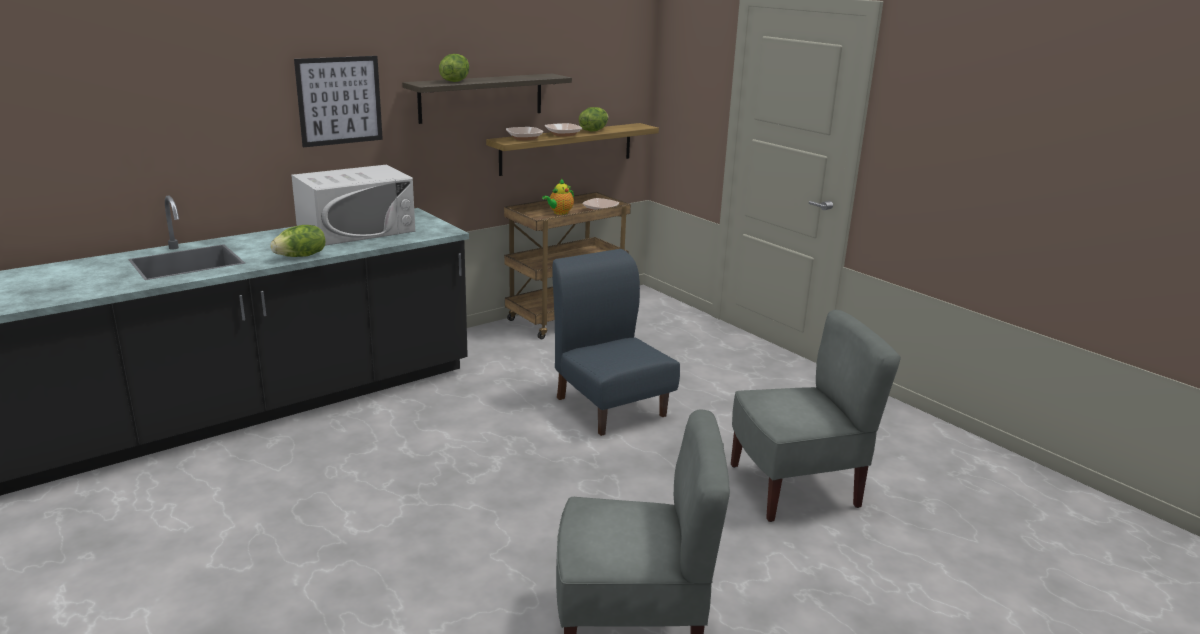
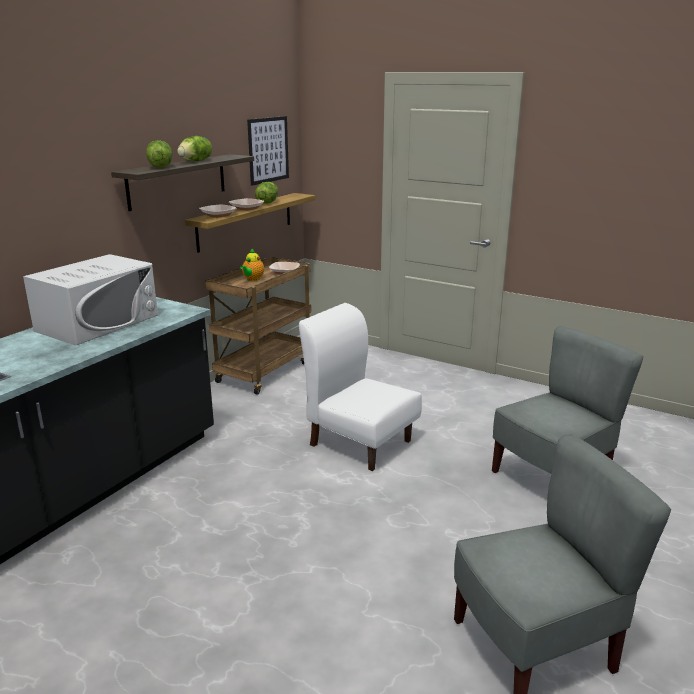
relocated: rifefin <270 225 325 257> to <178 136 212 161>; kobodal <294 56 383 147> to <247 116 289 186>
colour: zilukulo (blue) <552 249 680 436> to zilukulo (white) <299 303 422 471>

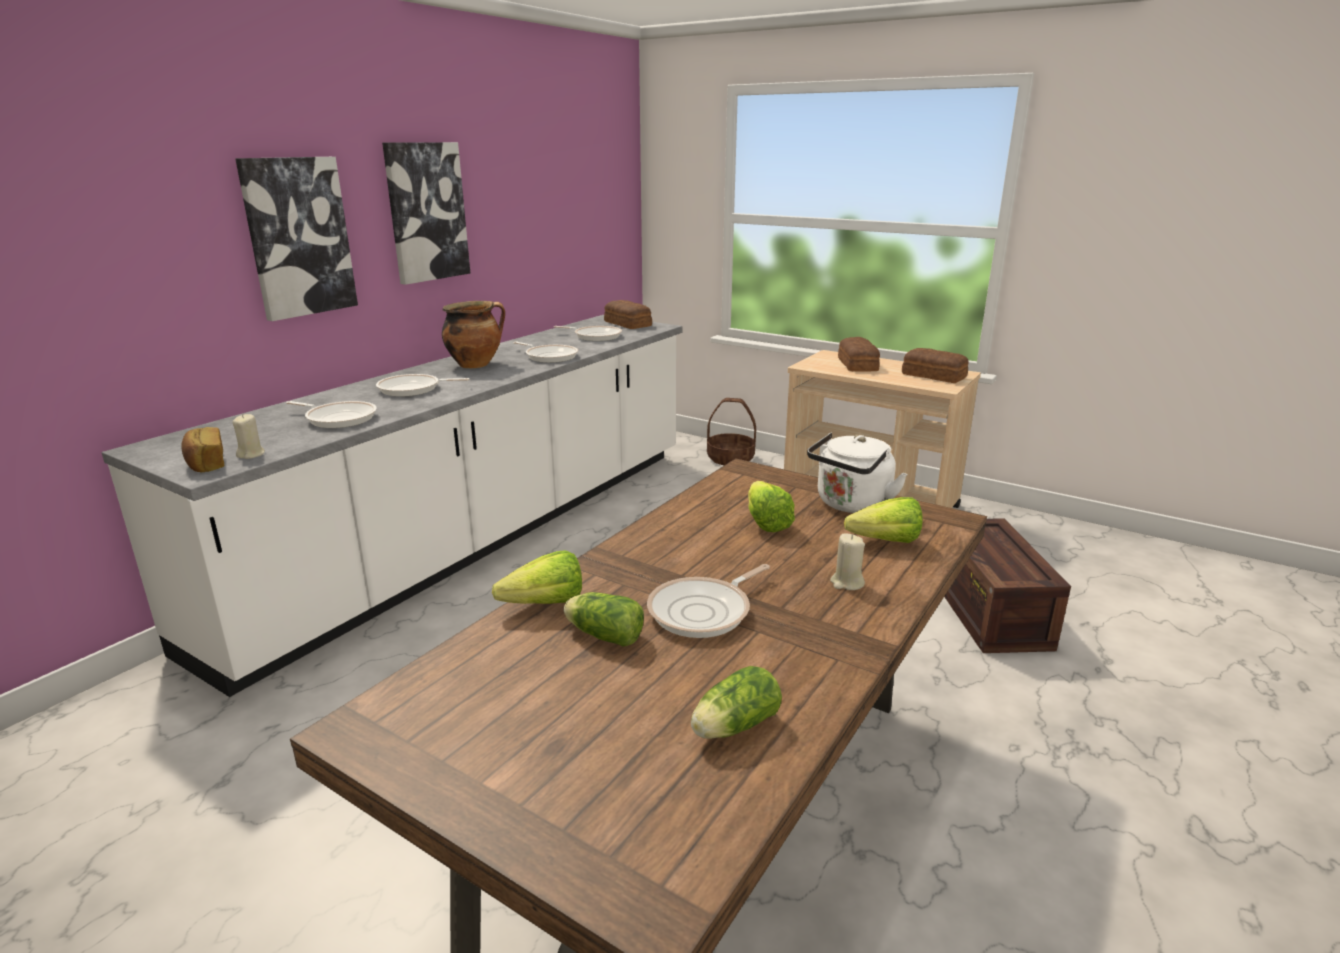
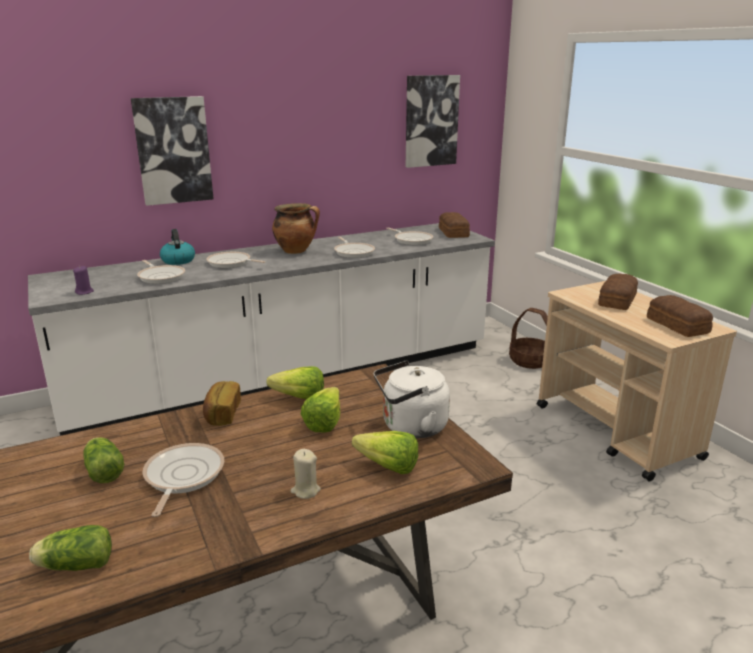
missing: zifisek <944 518 1071 653>
appeared: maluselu <160 229 195 265>
relocated: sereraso <181 427 224 472> to <203 381 241 426>; kobodal <382 142 470 285> to <406 75 460 168>; rifefin <492 550 582 604> to <267 366 324 399>
colour: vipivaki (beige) <232 414 265 459> to vipivaki (purple) <73 266 94 295>
spun: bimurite <647 564 770 638> = <143 443 224 517> 105 degrees clockwise

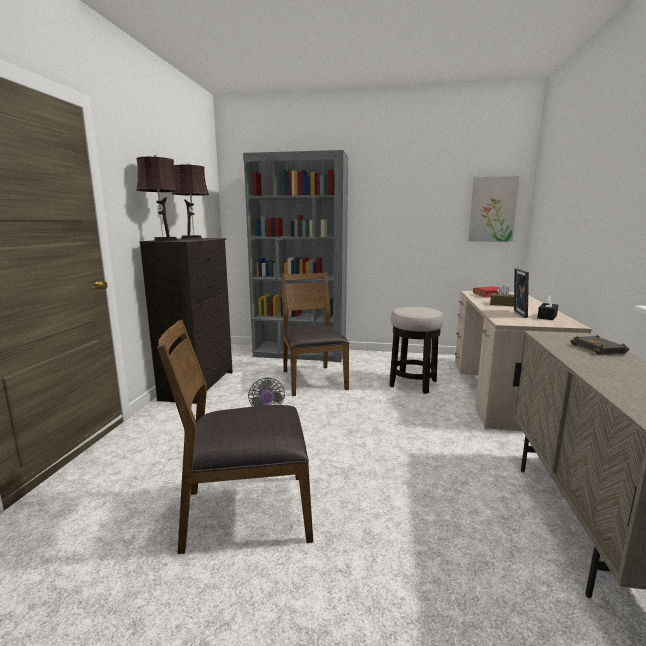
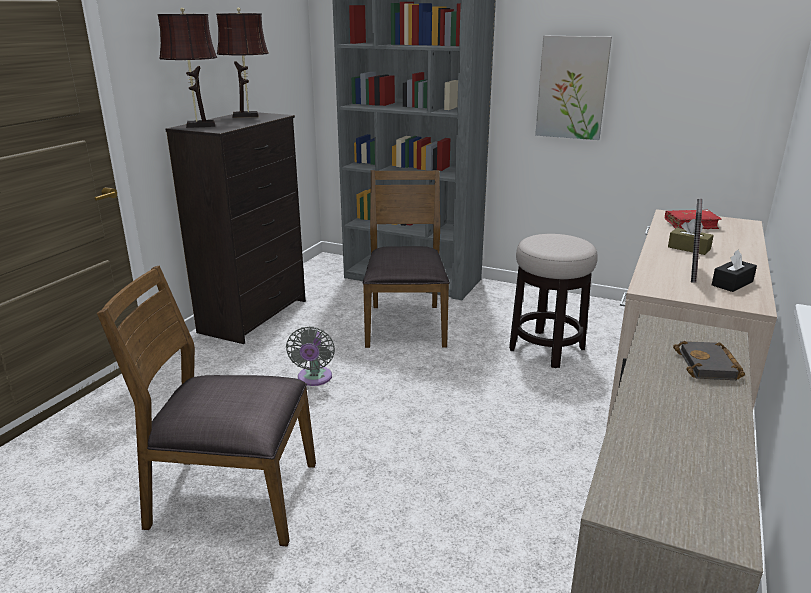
relocated: kobodal <468 176 520 242> to <535 36 612 140>

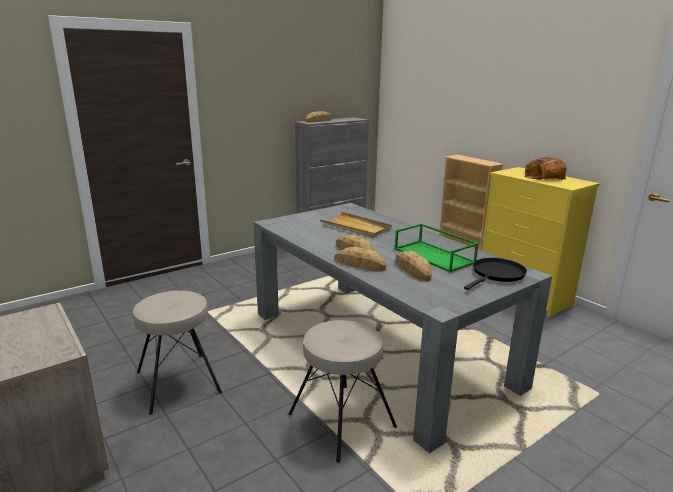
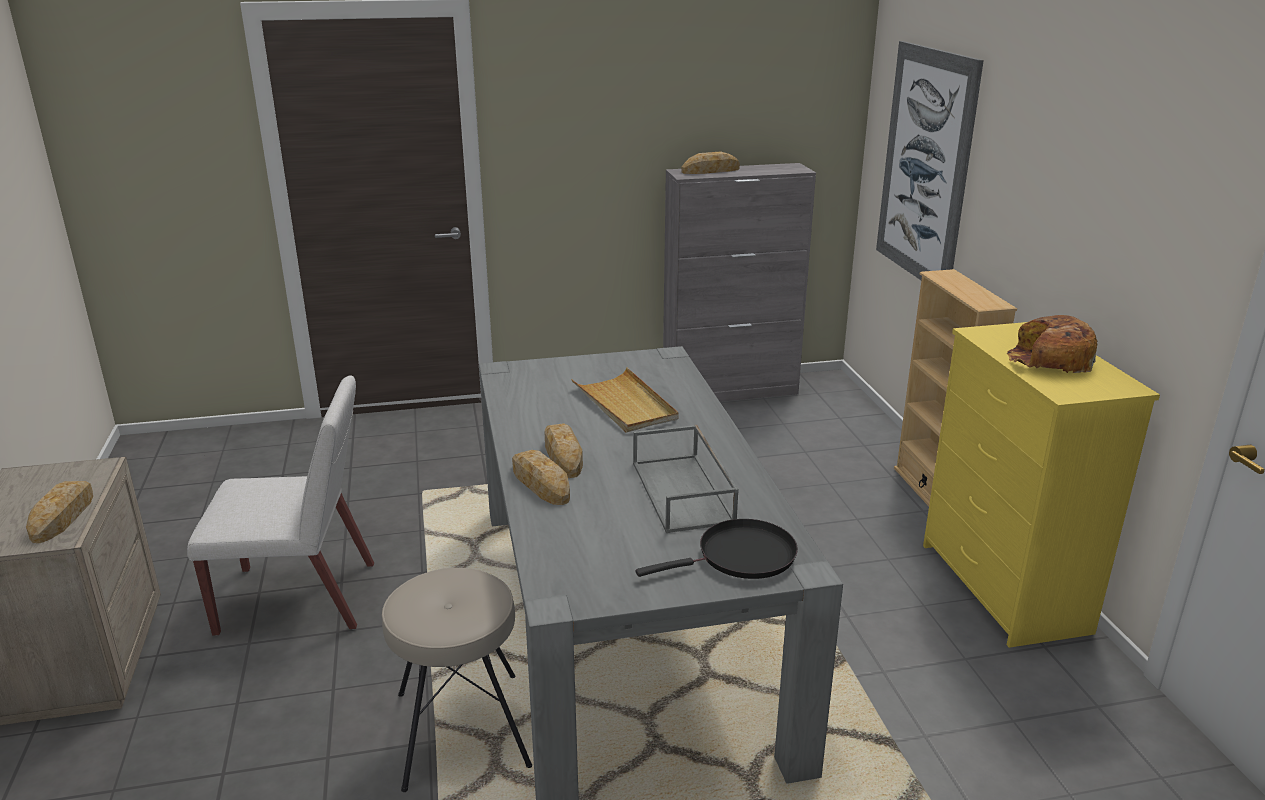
appeared: kobodal <876 41 984 280>
relocated: sereraso <396 251 432 281> to <26 481 93 543>
exchanged: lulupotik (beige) <133 291 222 414> to zilukulo (white) <187 376 374 636>
colour: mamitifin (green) <395 223 479 273> to mamitifin (grey) <633 425 739 533>

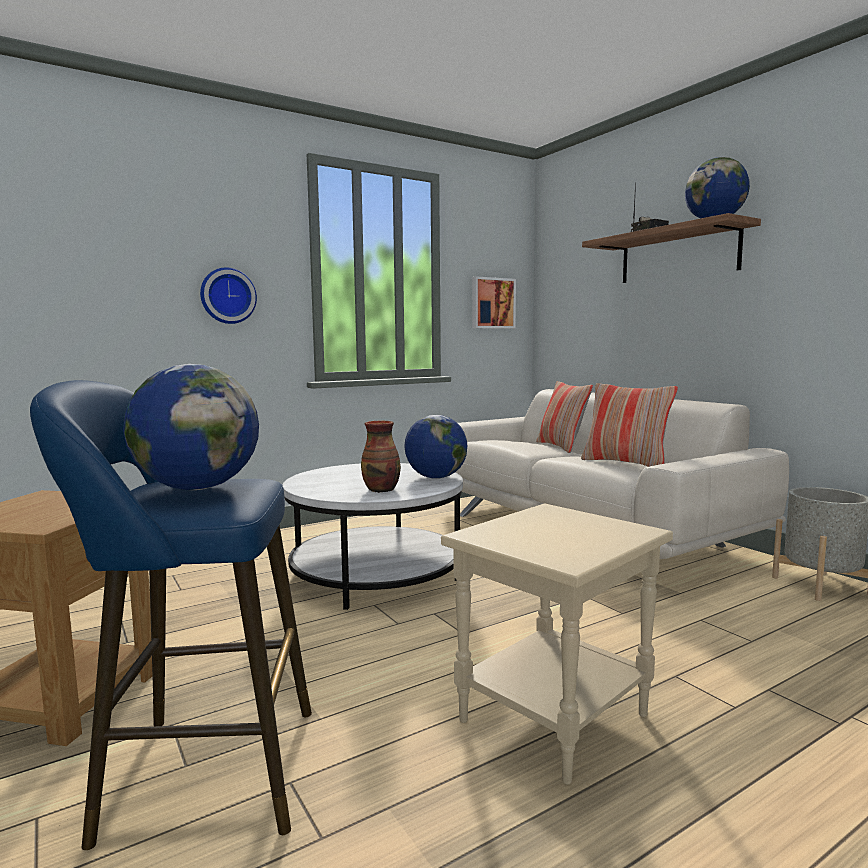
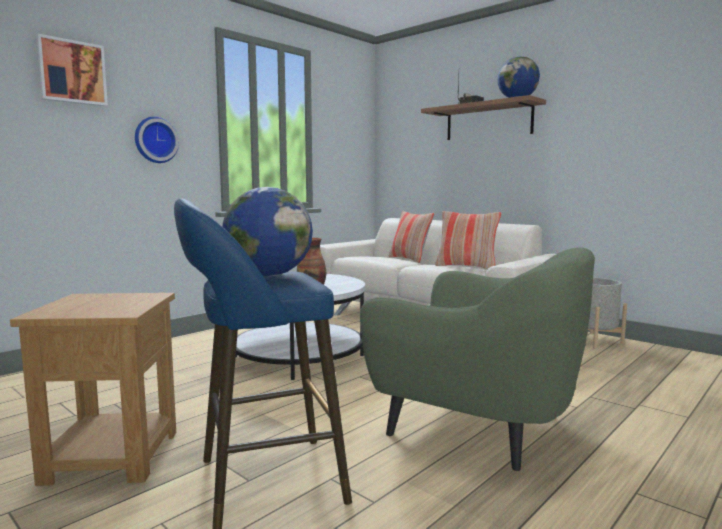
missing: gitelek <404 415 467 479>
relocated: kobodal <472 276 516 329> to <35 34 108 106>
exchanged: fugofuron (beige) <441 503 673 785> to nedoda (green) <360 247 595 471>

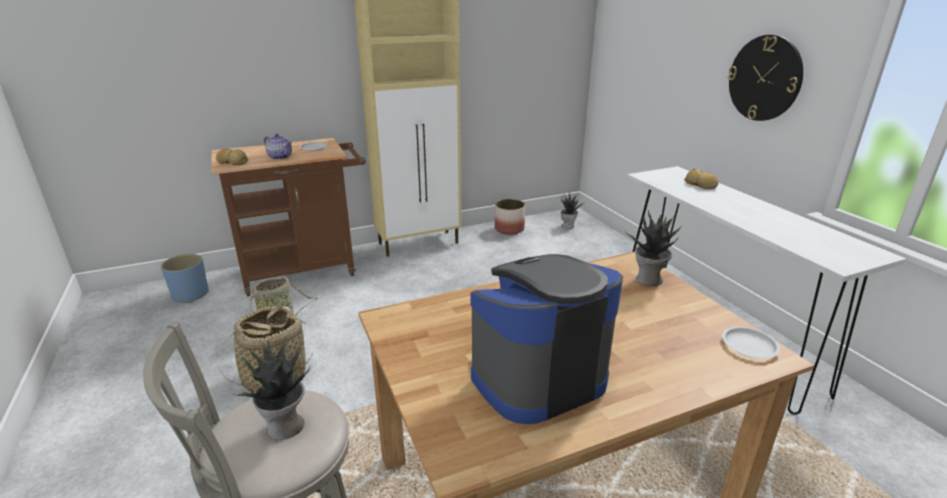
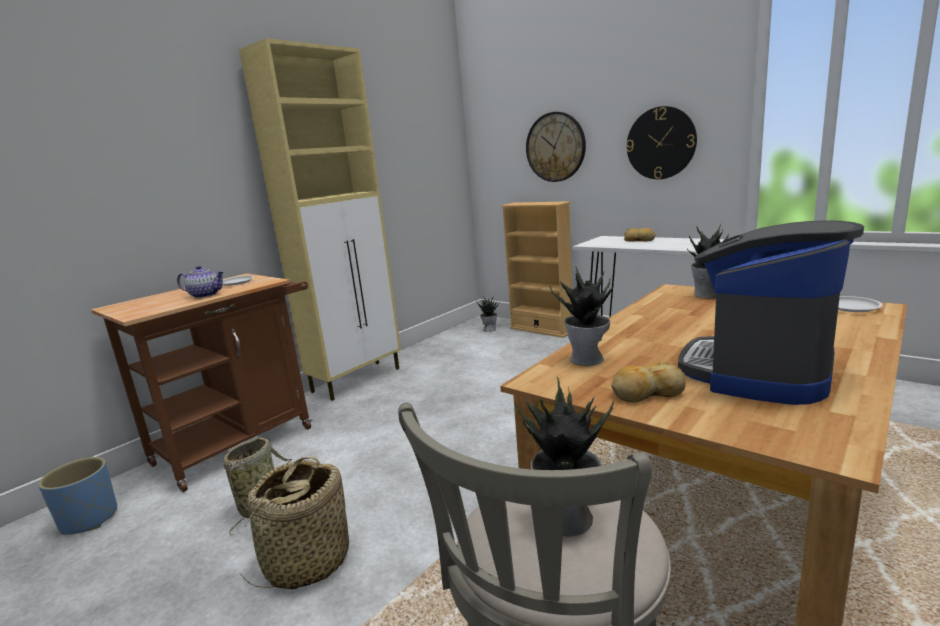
missing: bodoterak <495 199 525 235>
appeared: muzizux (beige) <501 201 572 338>; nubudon <526 112 586 182>; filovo <550 266 614 366>
relocated: sereraso <216 149 248 165> to <611 361 686 403>

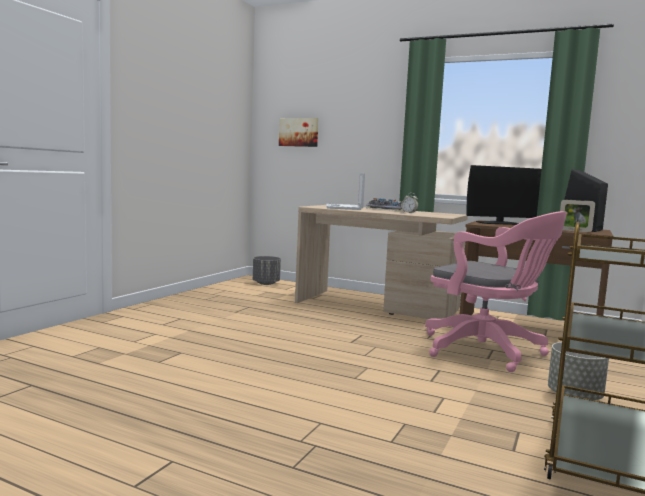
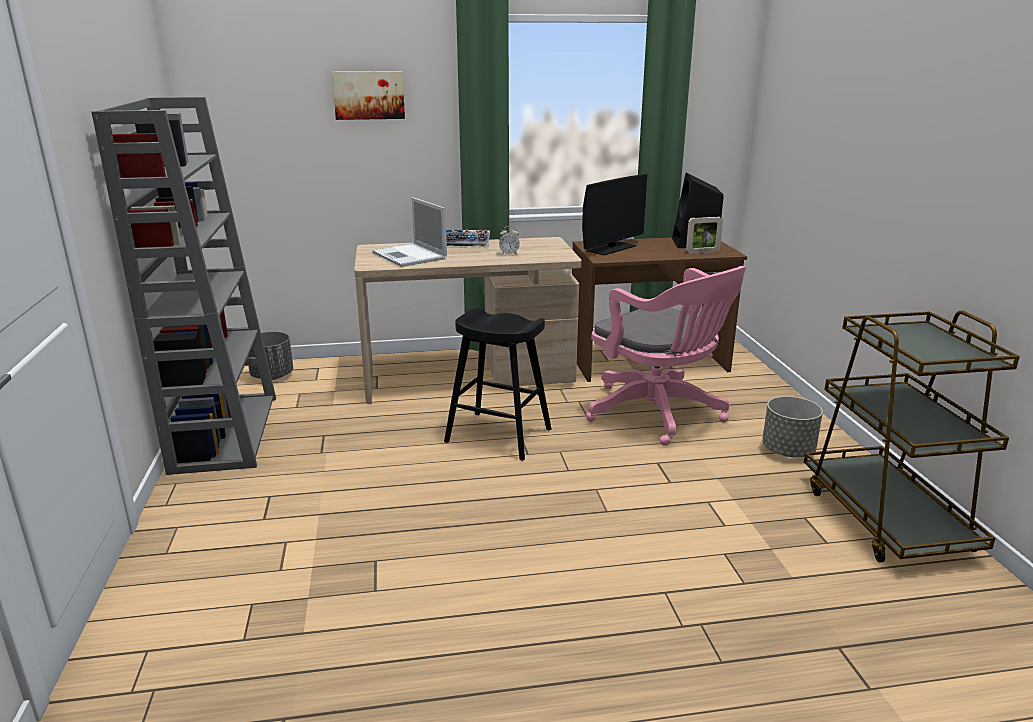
appeared: muzizux (grey) <91 97 276 475>; lulupotik (black) <444 308 551 461>
relocated: kobodal <279 118 319 147> to <332 71 405 120>
spun: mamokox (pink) <425 211 567 372> = <586 266 746 446> 45 degrees clockwise

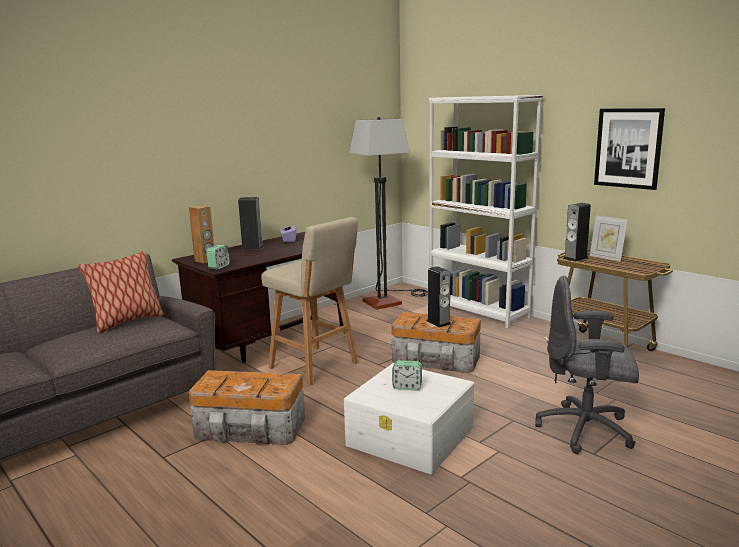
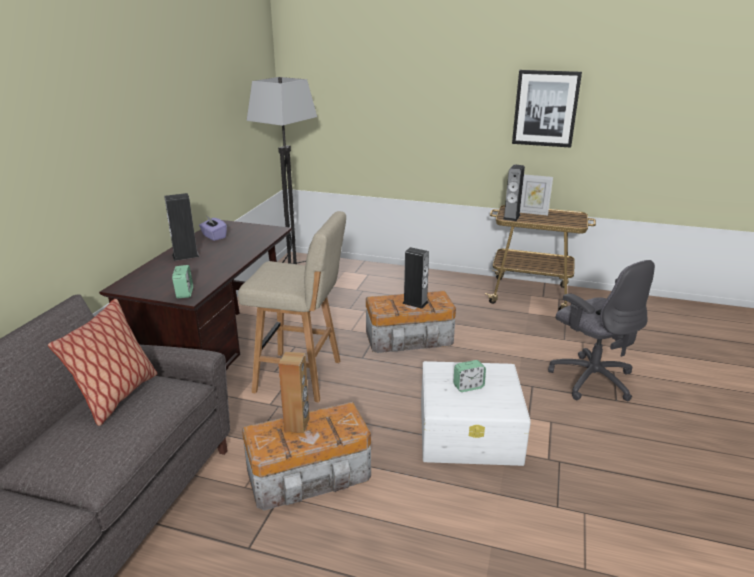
missing: muzizux (white) <429 95 543 329>
relocated: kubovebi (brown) <189 205 214 263> to <278 352 309 433>
spun: mamokox (grey) <535 276 639 454> = <548 260 655 402> 105 degrees counterclockwise

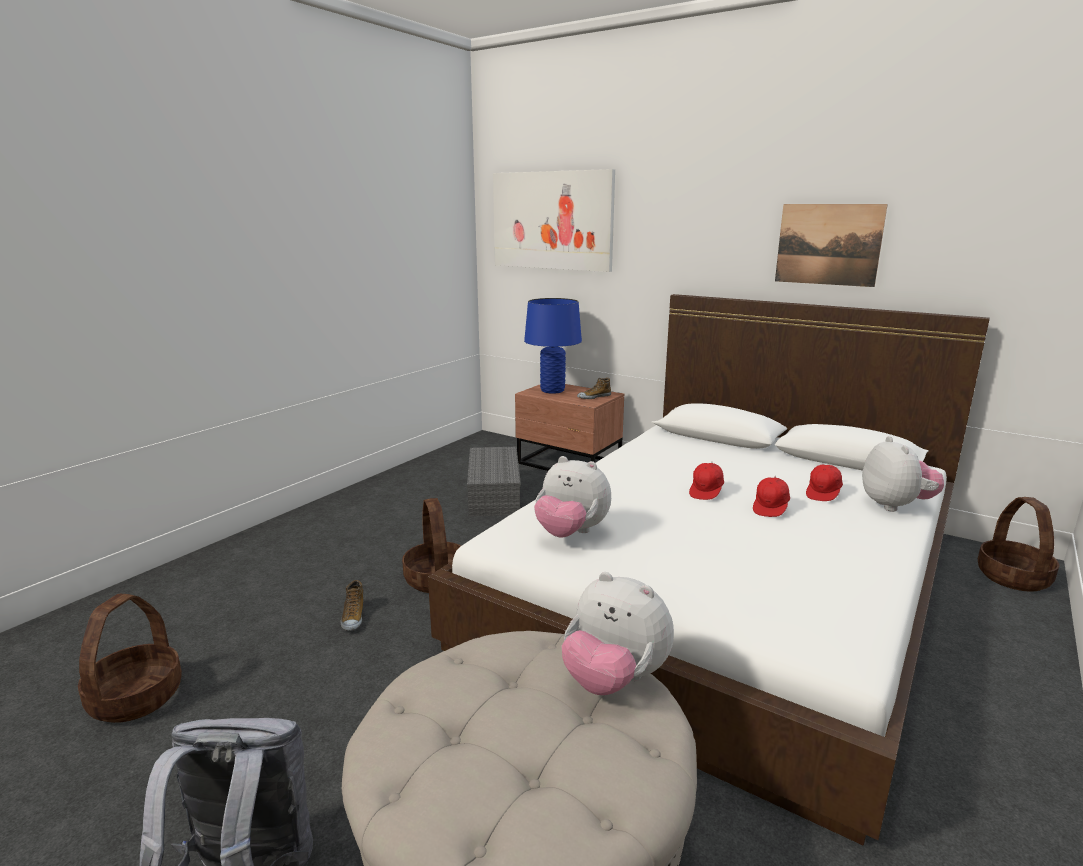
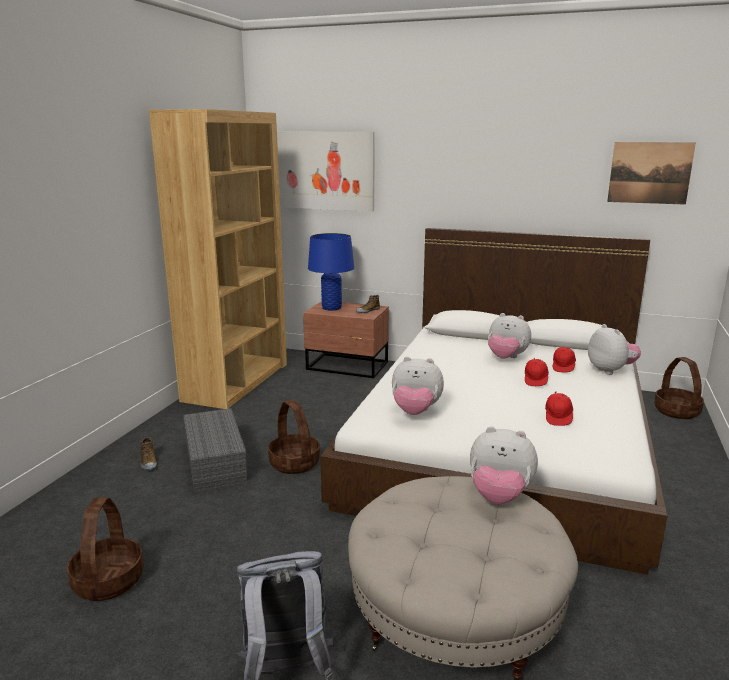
appeared: muzizux (brown) <149 109 287 409>; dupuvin <488 313 531 359>
relocated: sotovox <341 580 363 631> to <140 437 157 470>; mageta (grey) <467 447 521 516> to <183 408 247 492>; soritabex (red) <689 462 724 500> to <545 392 573 426>; kobodal <775 204 888 287> to <607 142 696 205>

